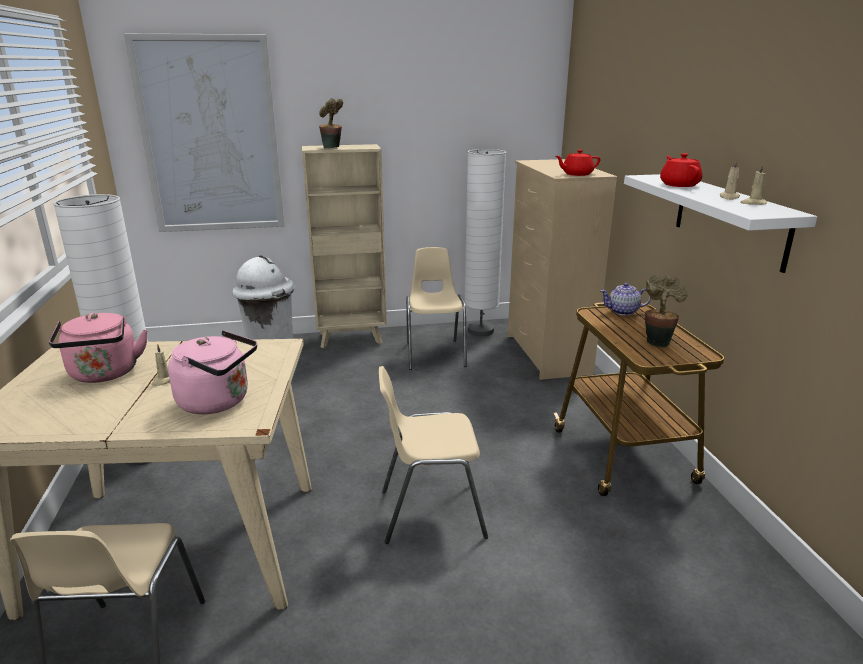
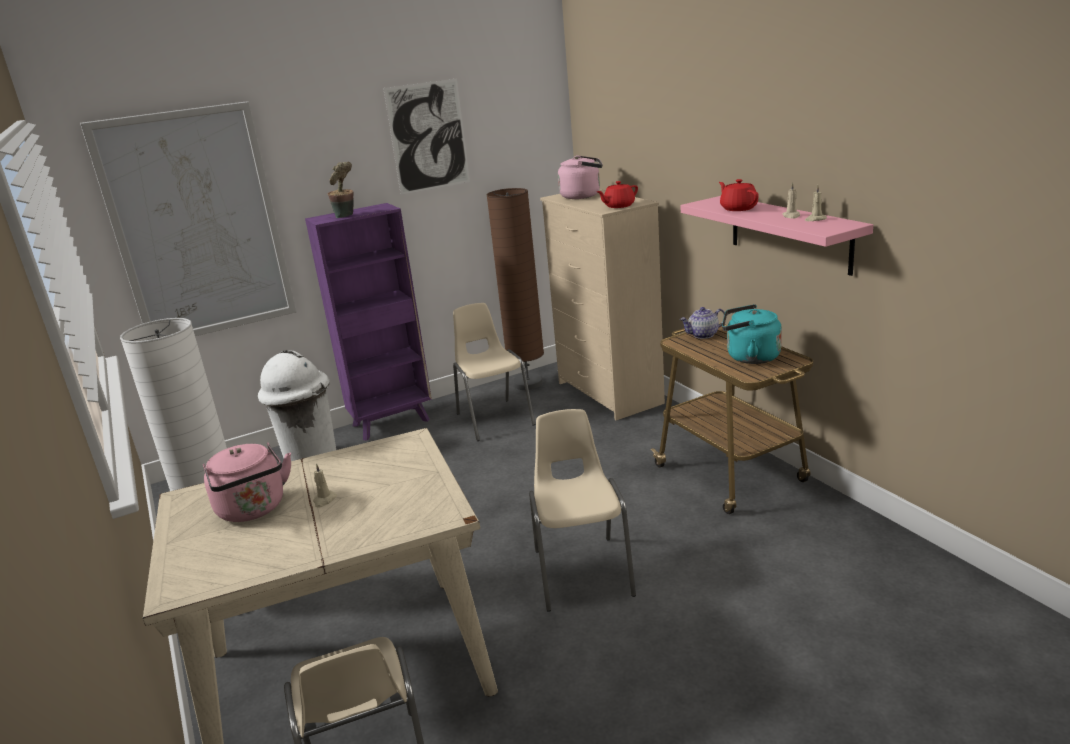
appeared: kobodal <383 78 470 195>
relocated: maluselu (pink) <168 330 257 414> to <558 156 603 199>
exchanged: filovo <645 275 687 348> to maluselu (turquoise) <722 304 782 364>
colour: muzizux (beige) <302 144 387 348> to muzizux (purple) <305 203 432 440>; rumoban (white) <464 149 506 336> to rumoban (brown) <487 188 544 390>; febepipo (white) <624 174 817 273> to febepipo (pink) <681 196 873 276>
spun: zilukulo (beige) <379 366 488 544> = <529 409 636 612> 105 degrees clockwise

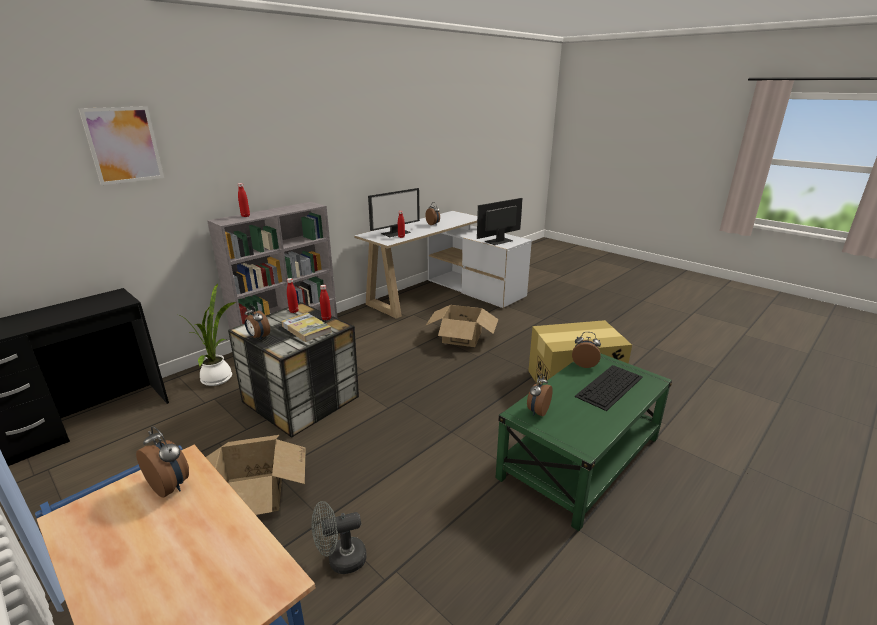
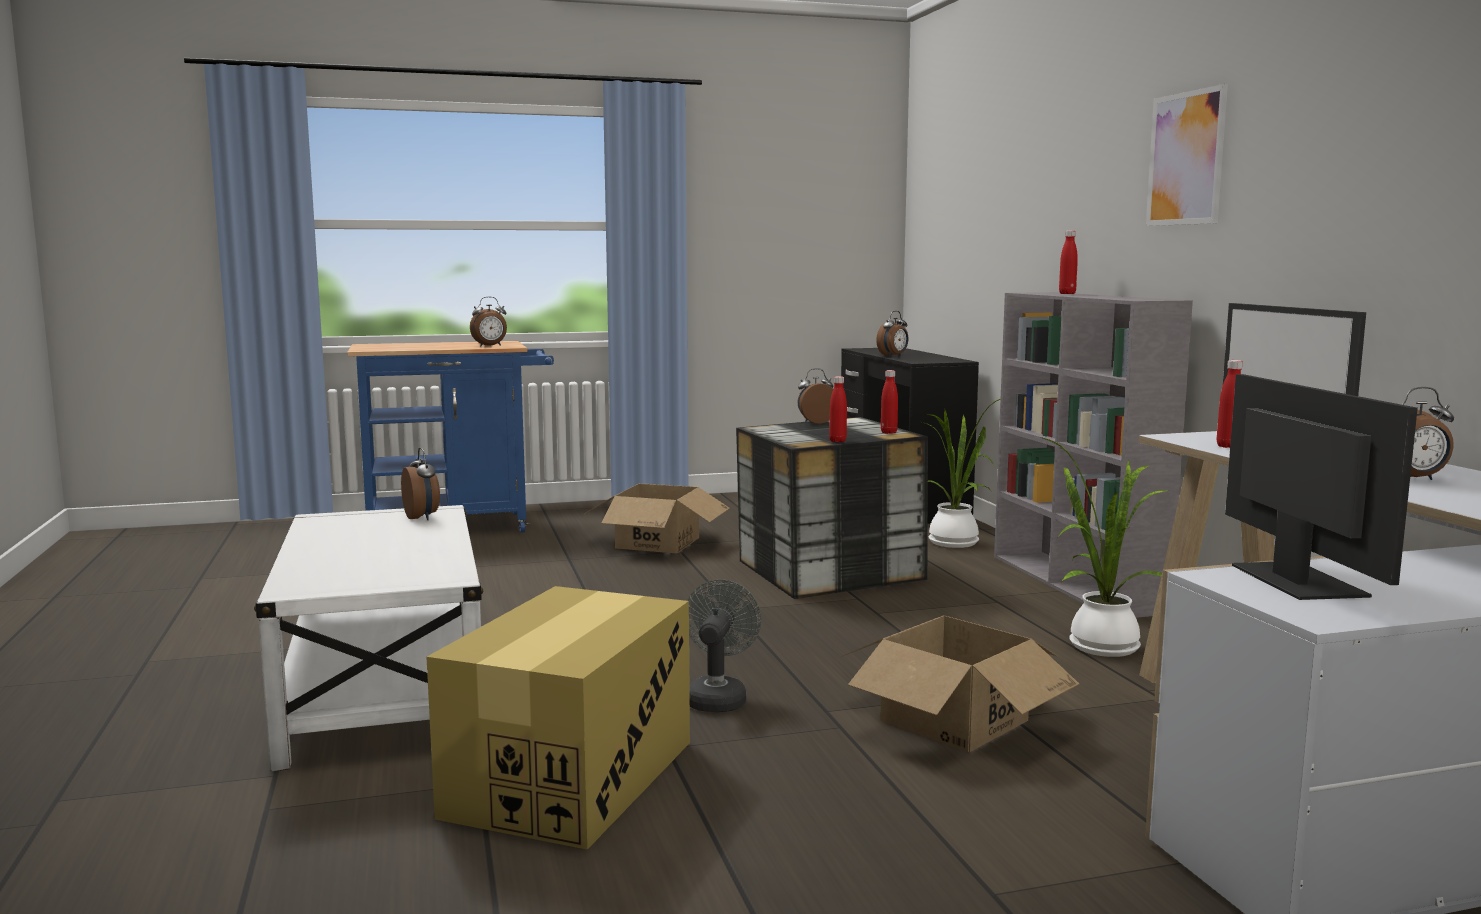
missing: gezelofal <281 313 331 342>; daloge <574 365 643 411>
appeared: filovo <1040 437 1171 657>
relocated: kobodal <79 106 164 185> to <1146 84 1228 226>; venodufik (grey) <311 501 367 574> to <687 579 761 712>; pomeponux <572 332 601 368> to <876 311 908 357>
colour: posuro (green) <495 354 672 531> to posuro (white) <254 505 483 771>

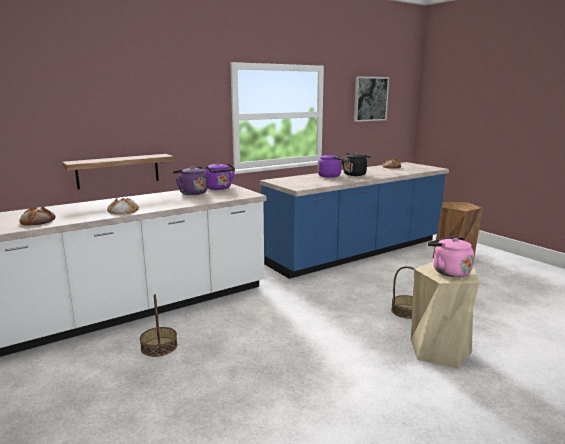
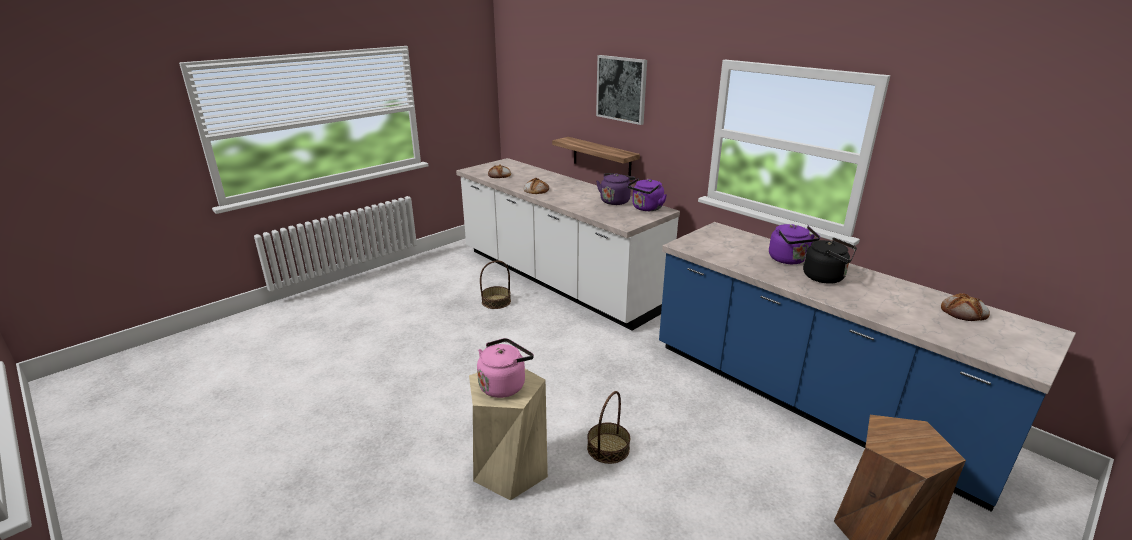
relocated: kobodal <354 76 389 122> to <596 55 647 125>

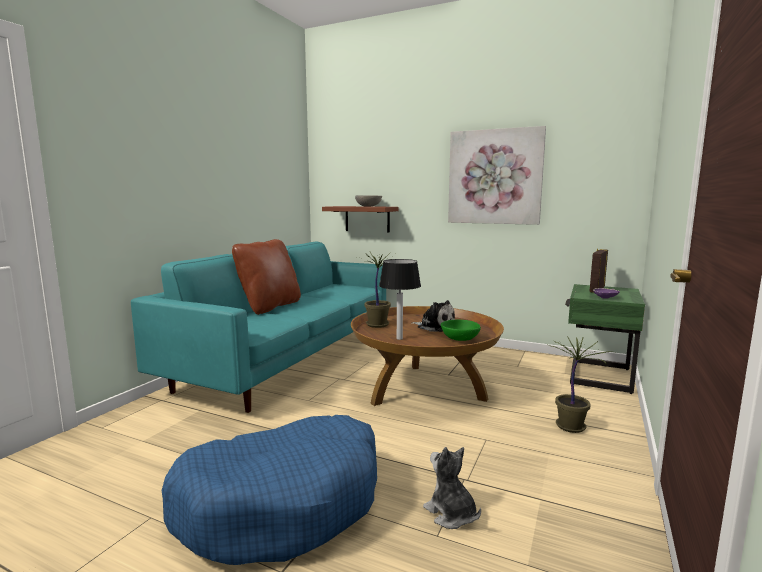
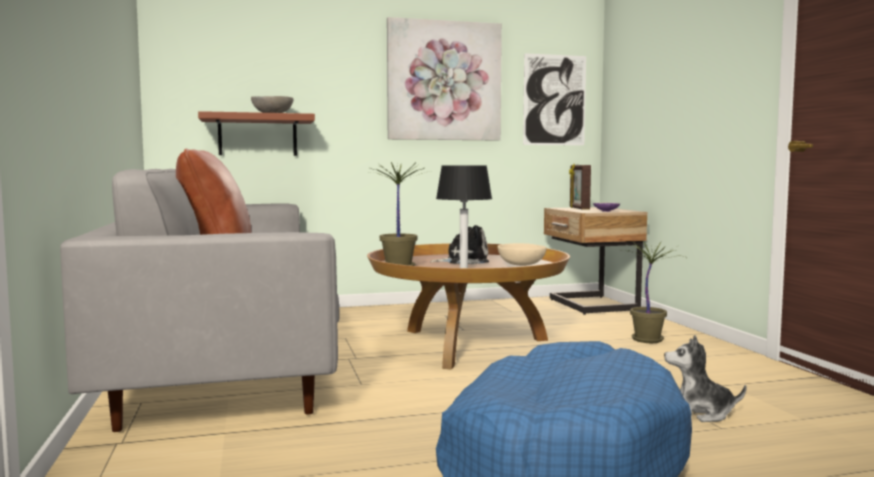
appeared: kobodal <523 53 586 145>
colour: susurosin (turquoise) <131 241 386 413> to susurosin (grey) <60 169 339 432>; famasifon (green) <441 320 481 341> to famasifon (beige) <497 243 547 266>; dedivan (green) <565 284 645 394> to dedivan (beige) <544 207 647 315>

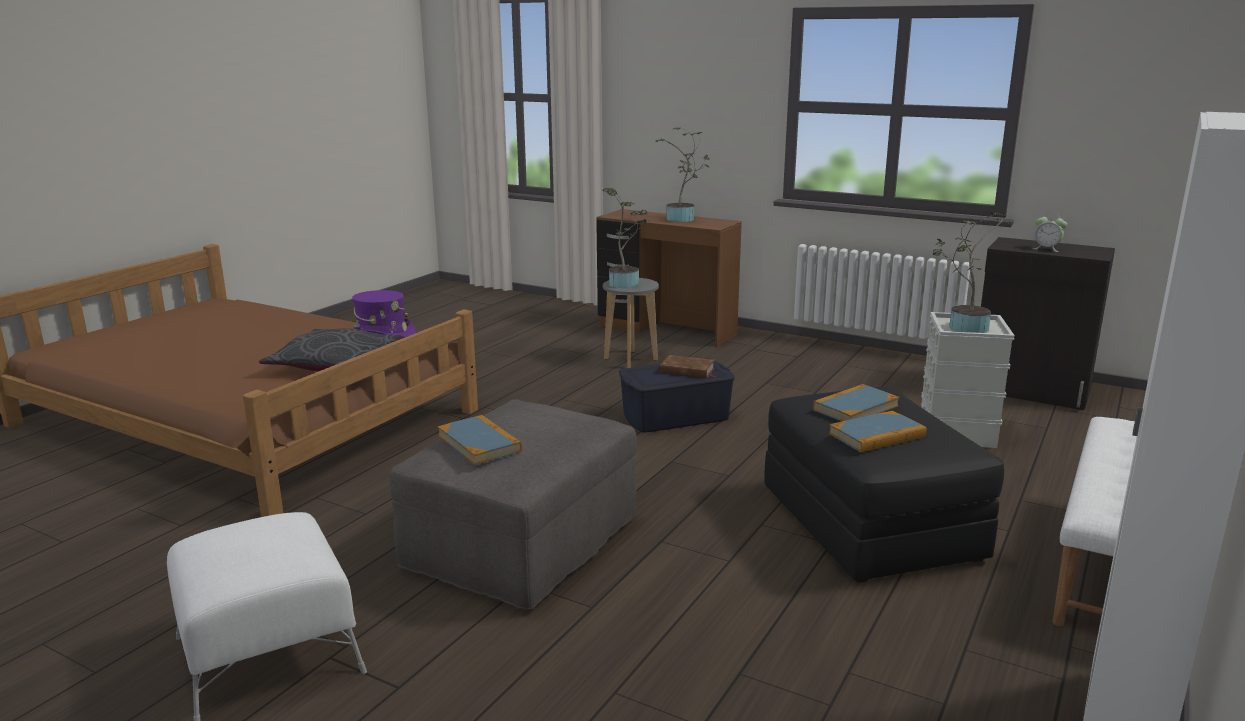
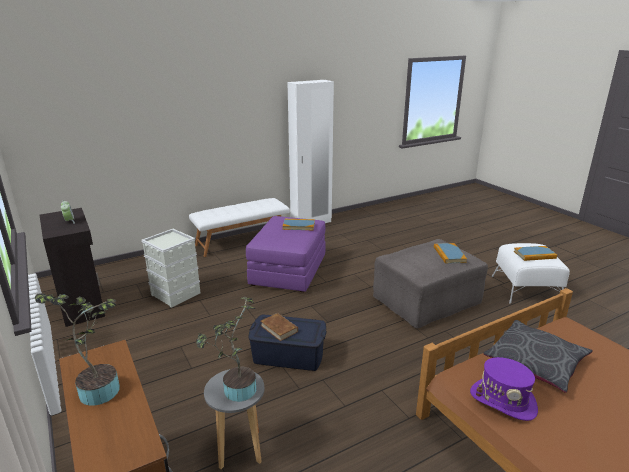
missing: filovo <933 212 1011 333>
relocated: gezelofal <813 384 899 421> to <514 246 557 261>
colour: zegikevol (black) <765 387 1004 583> to zegikevol (purple) <246 216 326 292>

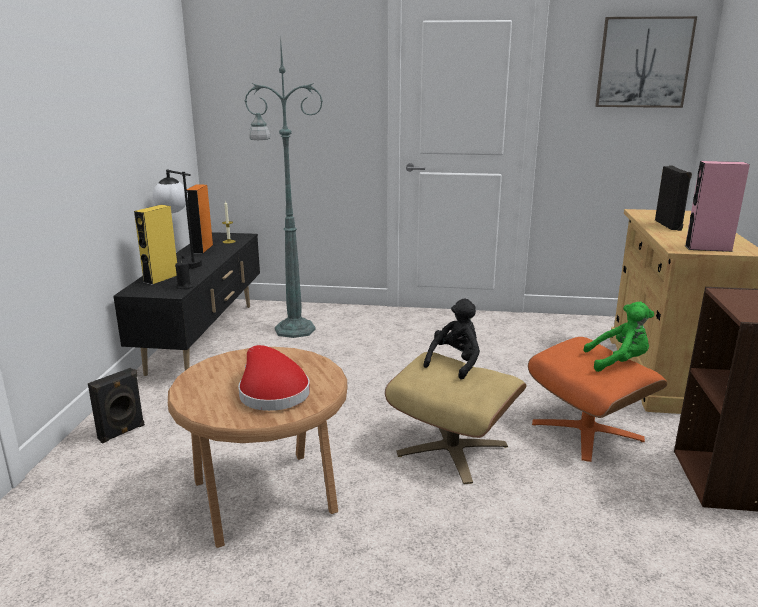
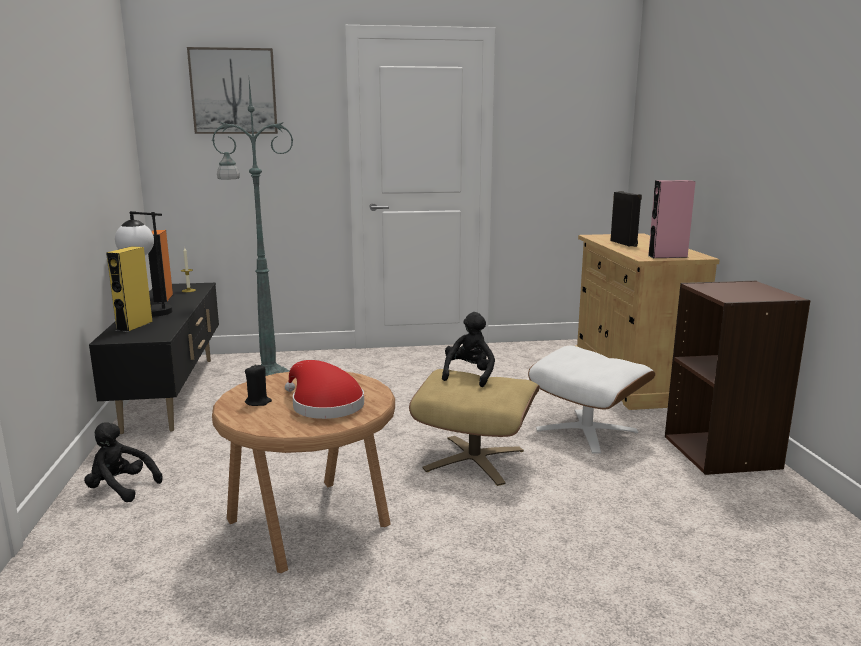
missing: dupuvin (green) <583 302 654 372>
relocated: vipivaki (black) <175 261 194 289> to <245 364 272 406>; kobodal <595 16 697 108> to <187 47 278 134>
exchanged: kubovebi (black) <88 368 145 444> to dupuvin (black) <84 422 163 502>
colour: zegikevol (orange) <528 337 667 462> to zegikevol (white) <528 346 655 454>

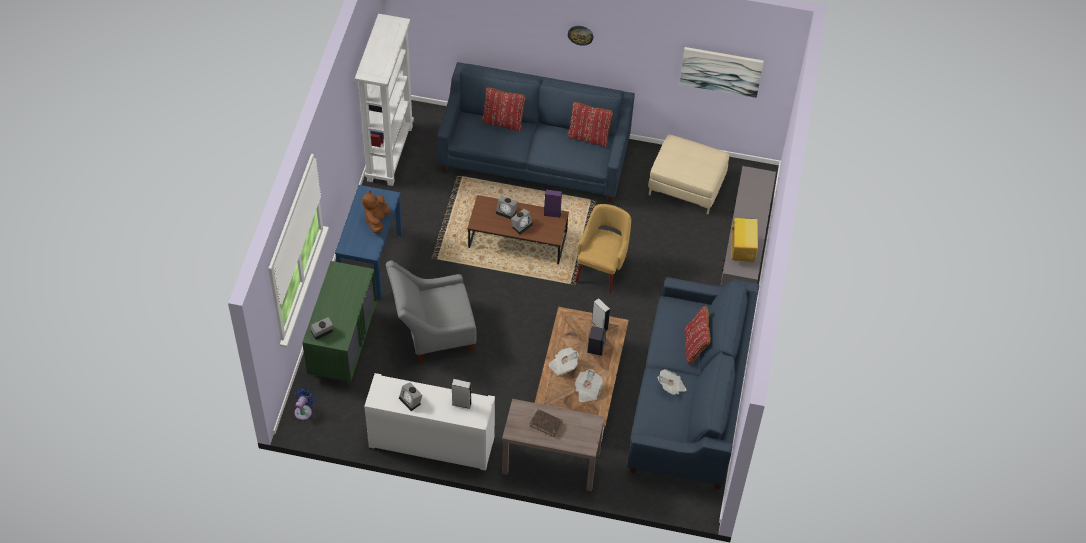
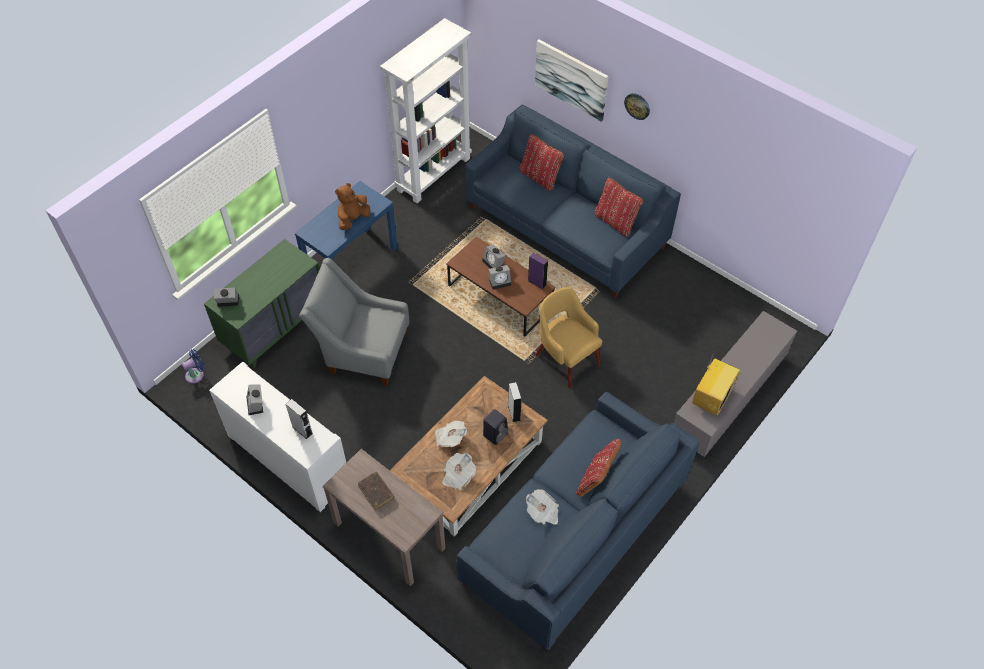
missing: zegikevol (beige) <648 135 729 214>
relocated: kobodal <680 47 764 98> to <535 40 608 122>
spun: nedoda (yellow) <575 204 631 294> = <535 287 602 388> 90 degrees counterclockwise

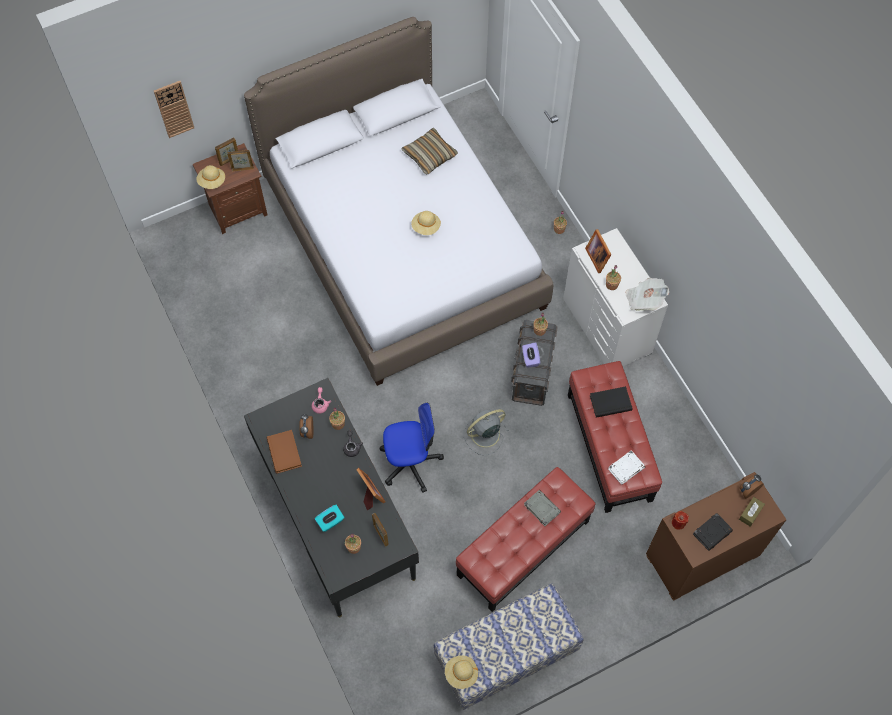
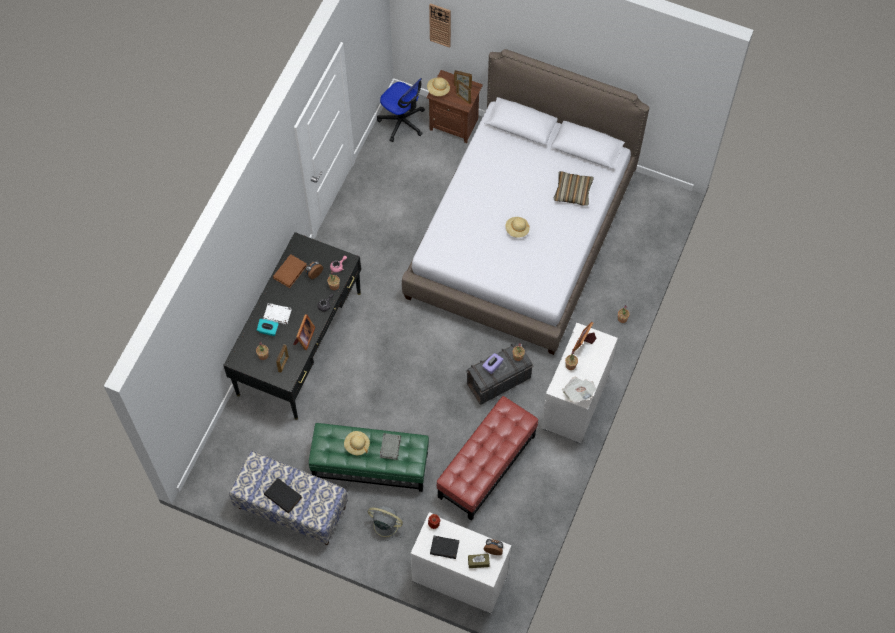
relocated: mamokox <380 403 444 493> to <377 78 425 142>; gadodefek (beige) <445 655 478 689> to <344 431 370 455>; venodufik (grey) <464 409 509 456> to <367 506 404 541>; gezelofal (black) <590 386 633 417> to <264 478 302 513>; gezelofal (white) <608 450 645 485> to <263 303 291 325>
colour: zegikevol (red) <456 467 596 612> to zegikevol (green) <309 423 429 492>; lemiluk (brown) <646 472 786 601> to lemiluk (white) <410 512 511 614>

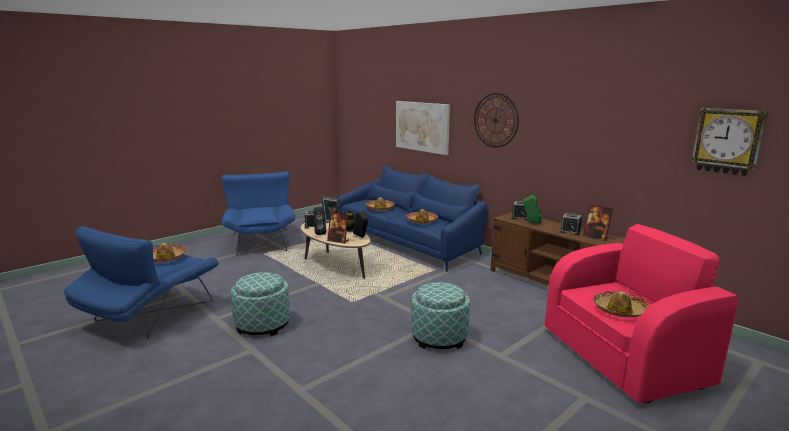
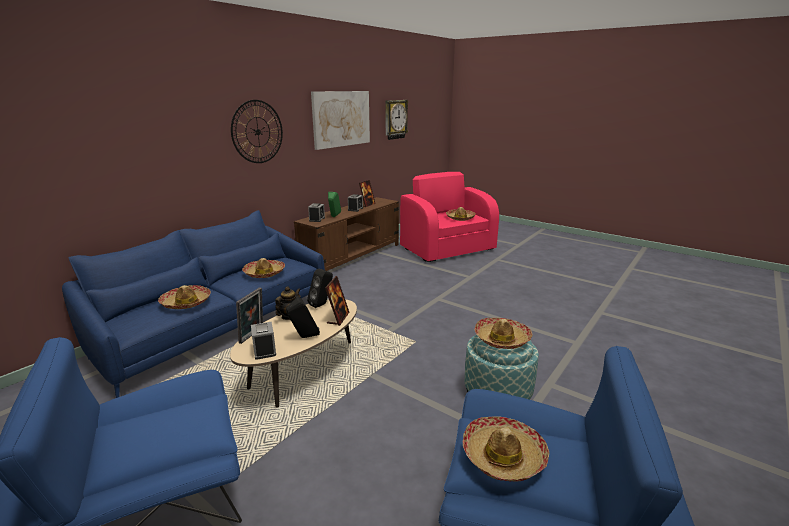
missing: zegikevol <411 282 470 349>
appeared: gadodefek <475 318 533 349>
relocated: kobodal <396 101 450 155> to <311 91 370 150>

